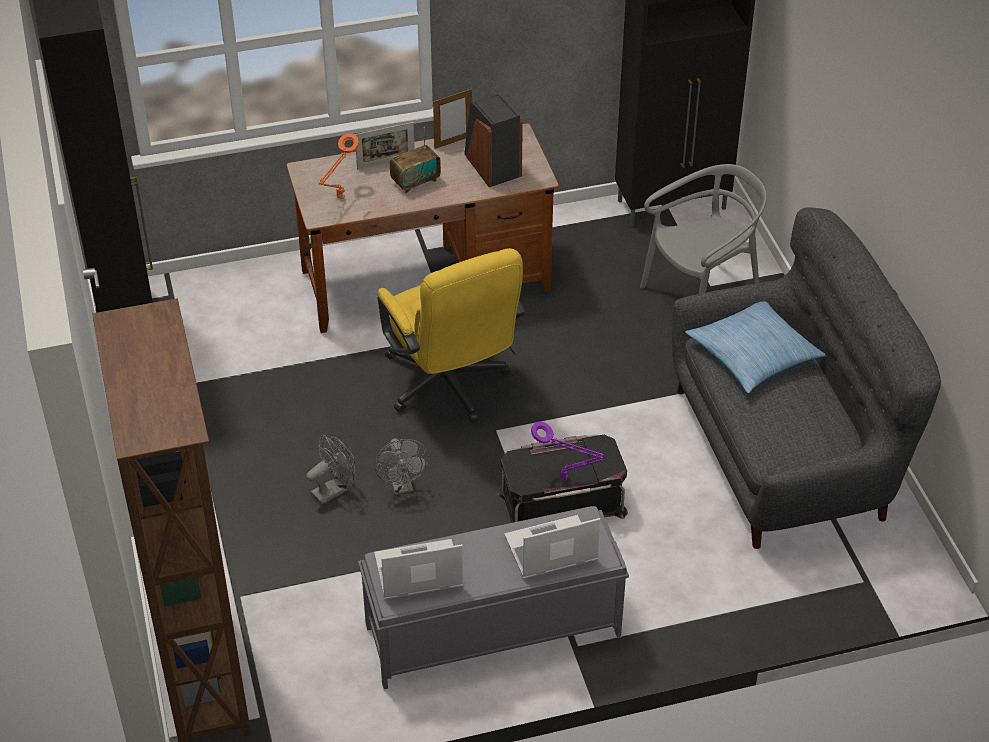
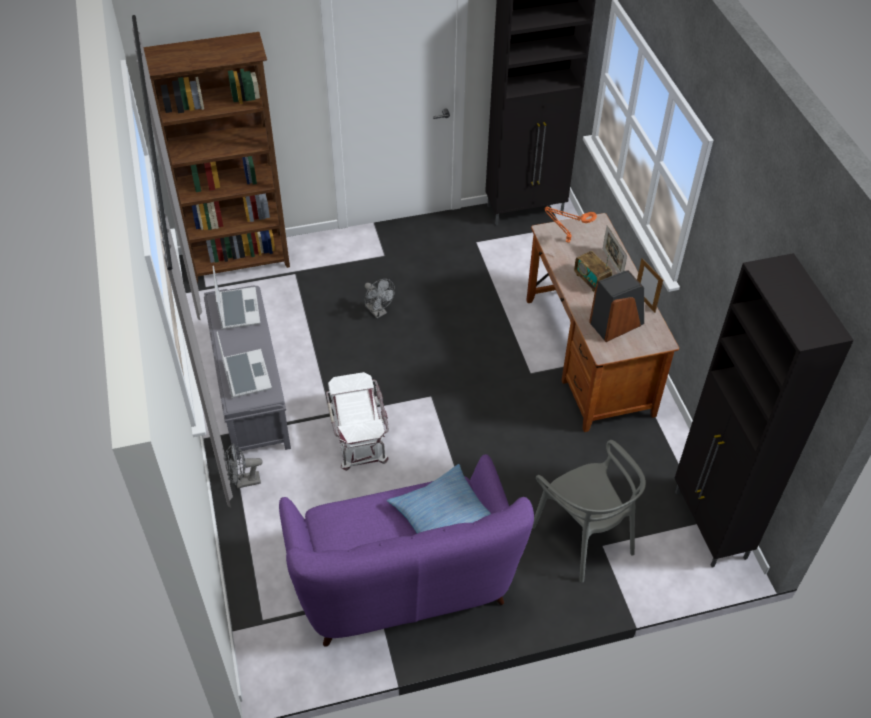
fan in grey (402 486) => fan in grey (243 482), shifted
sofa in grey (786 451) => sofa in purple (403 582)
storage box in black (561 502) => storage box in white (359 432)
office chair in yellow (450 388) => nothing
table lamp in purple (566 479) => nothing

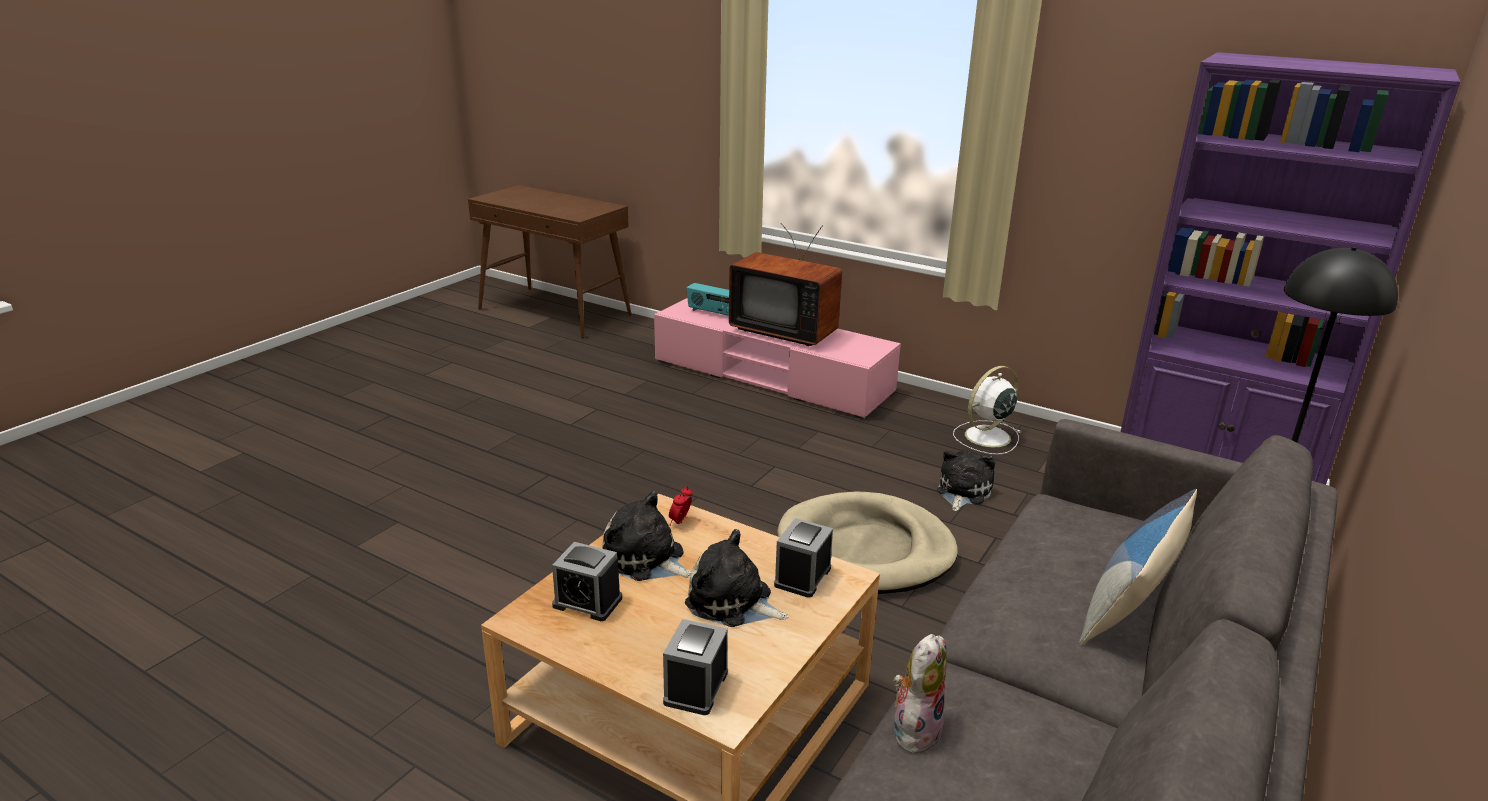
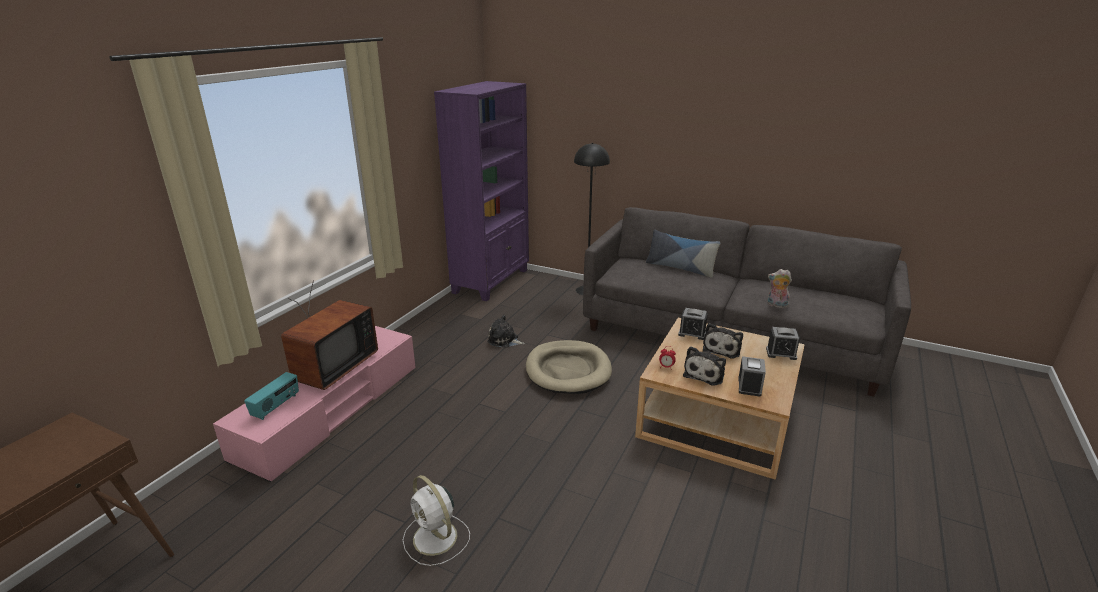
fan in white (986 437) => fan in white (436 539), shifted

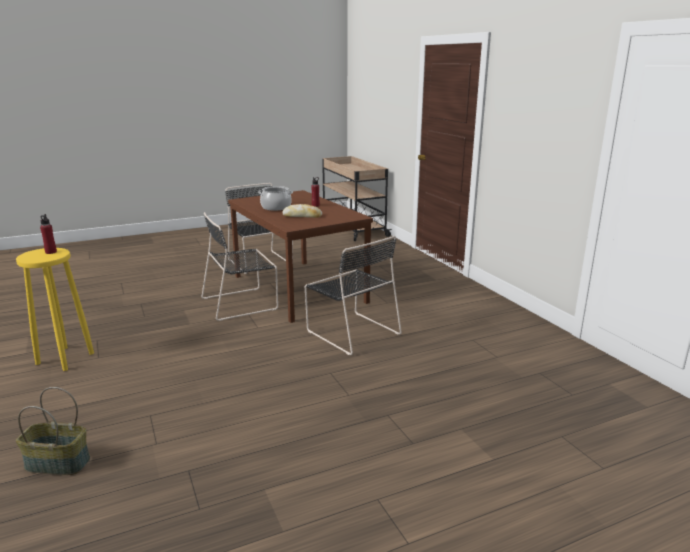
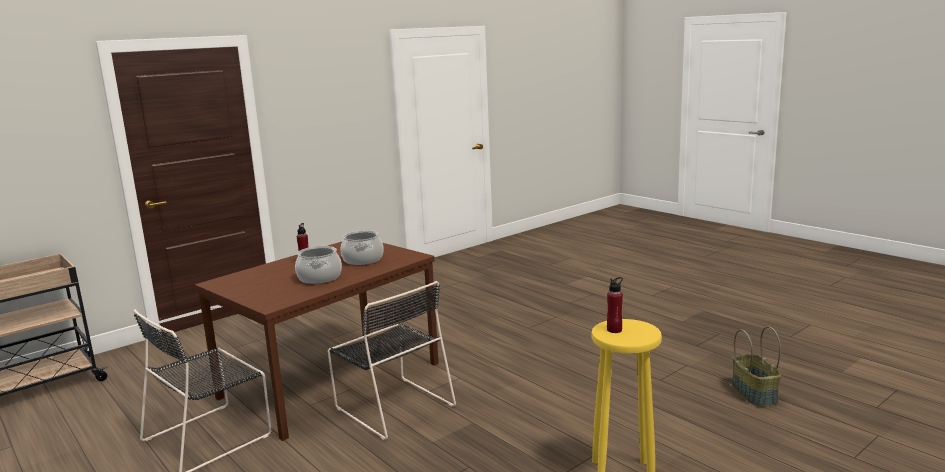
bread (302 216) => cooking pot (362 260)
chair in black (351 331) => nothing

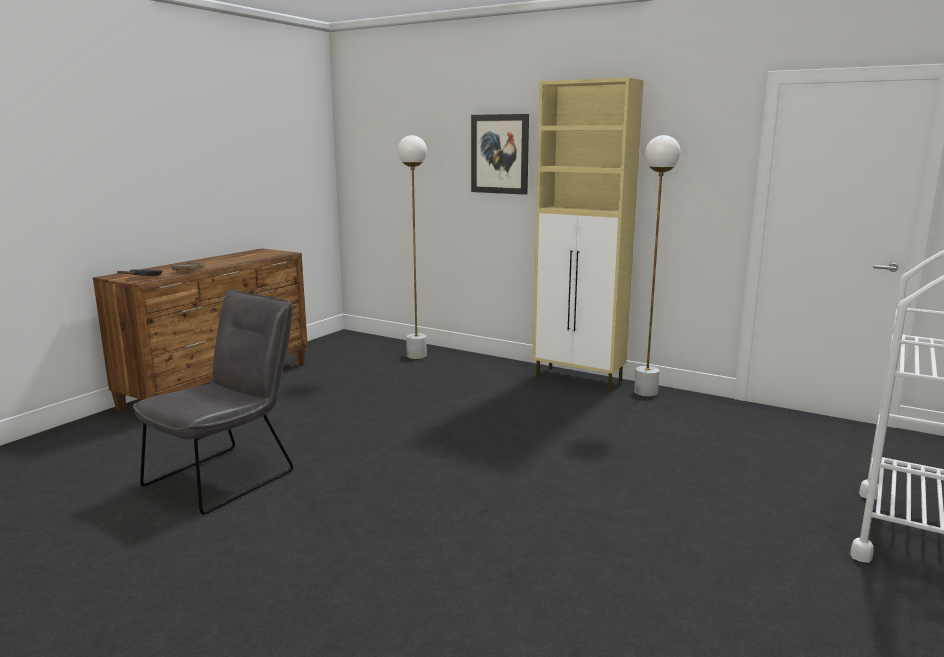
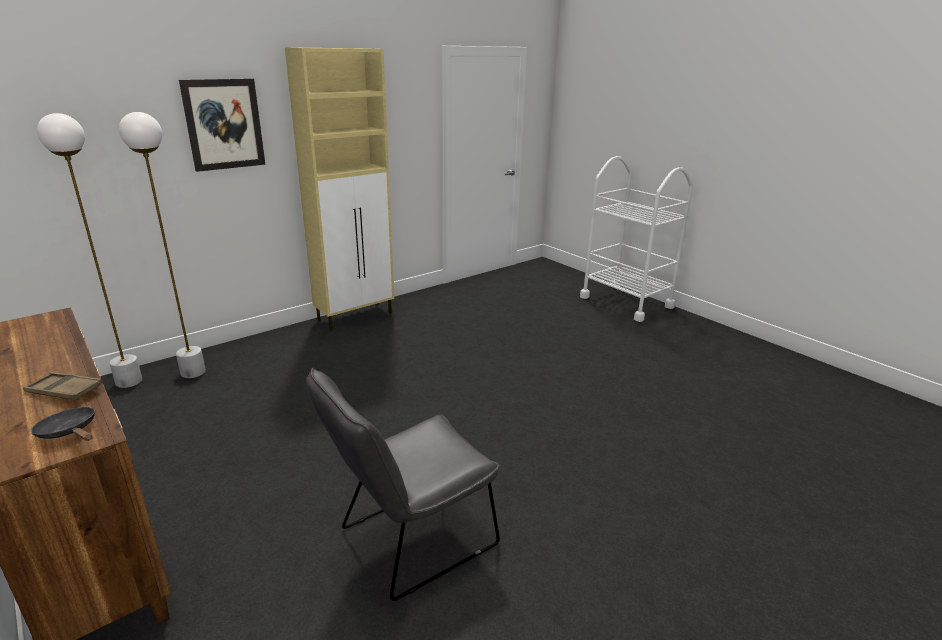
floor lamp in white (646 392) => floor lamp in white (129 381), shifted
chair in grey (228 475) => chair in grey (409 541), 90 degrees counterclockwise

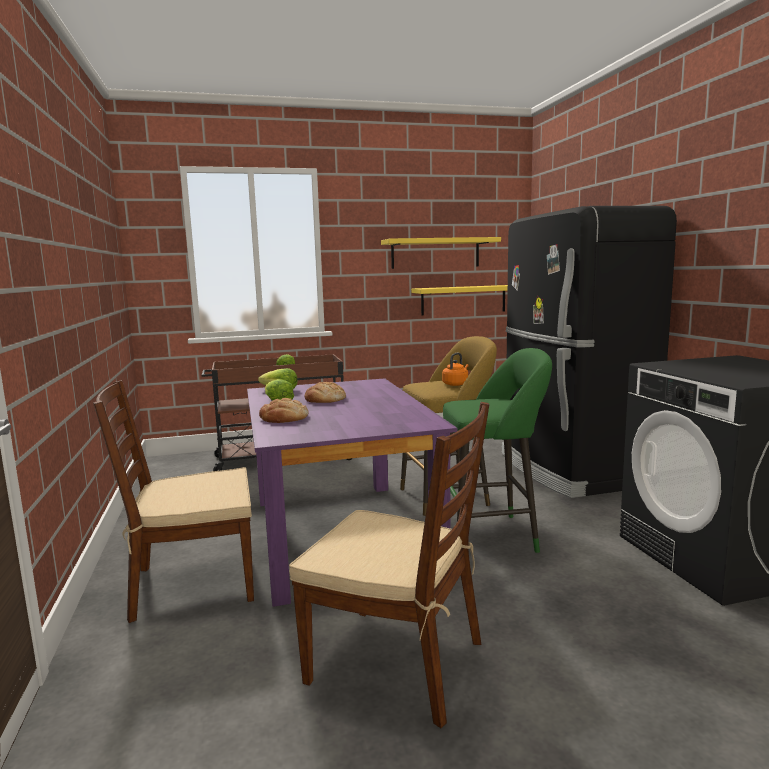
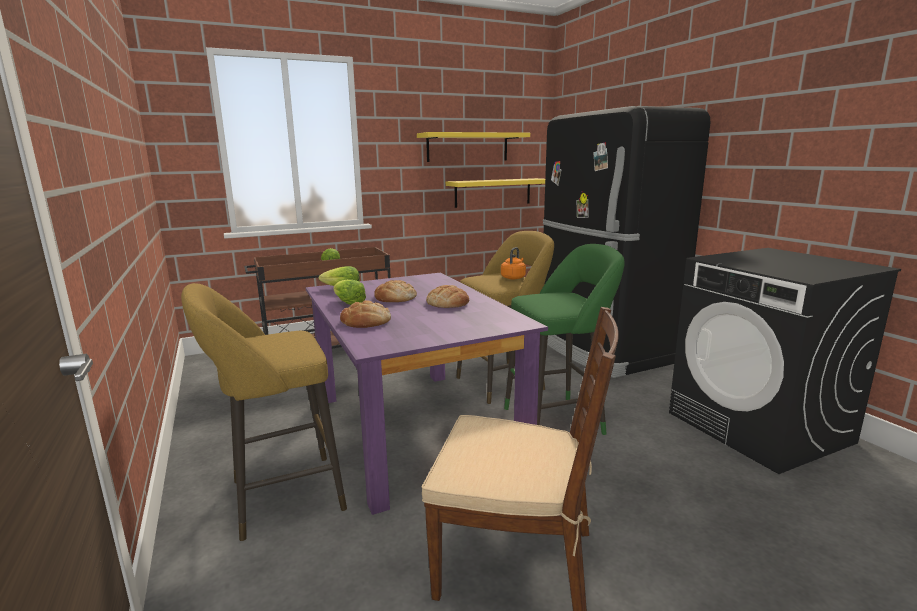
chair in brown (193 584) => stool in yellow (279 497)
nothing => bread (448 303)

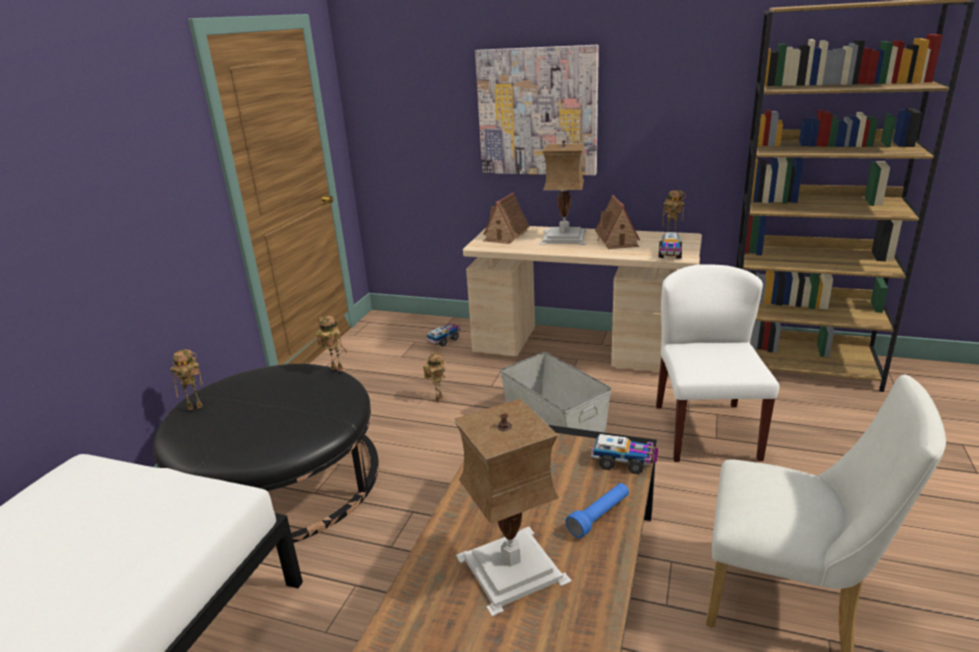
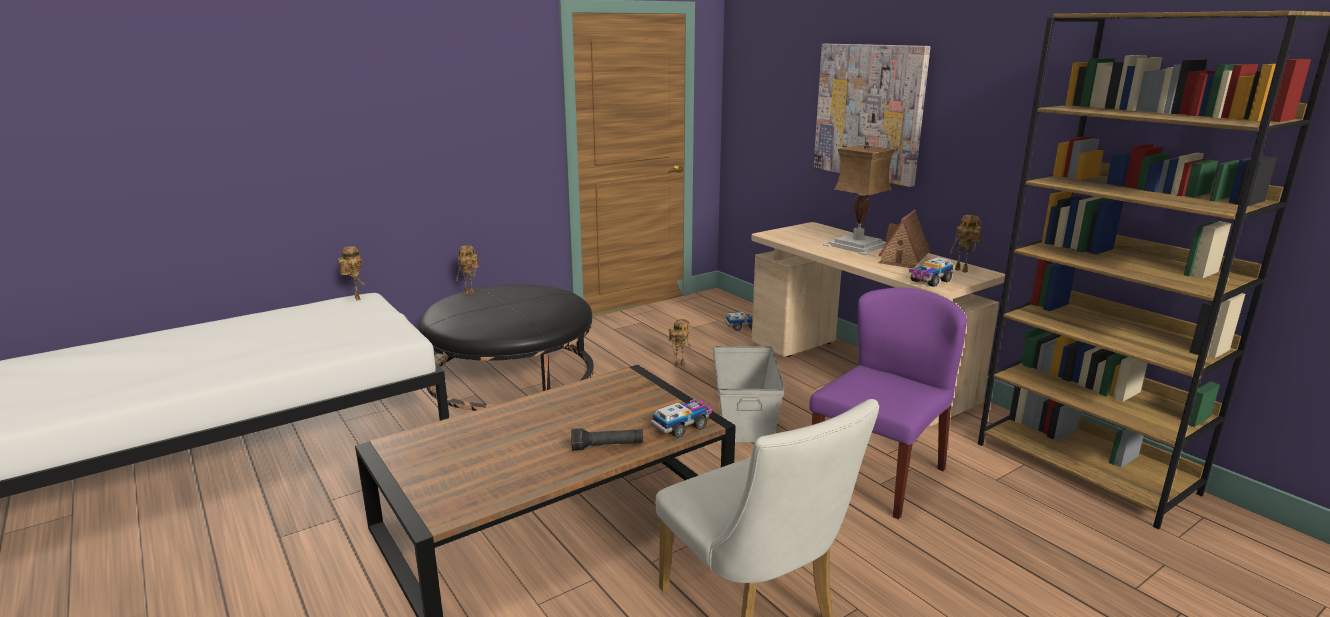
toy robot (335 370) => toy robot (356 298), shifted
flashlight in blue (599 516) => flashlight in black (607 447)
toy truck (624 462) => toy truck (682 427), 90 degrees counterclockwise
chair in white (705 431) => chair in purple (878 475)
table lamp (509 567) => nothing
toy house (505 235) => nothing

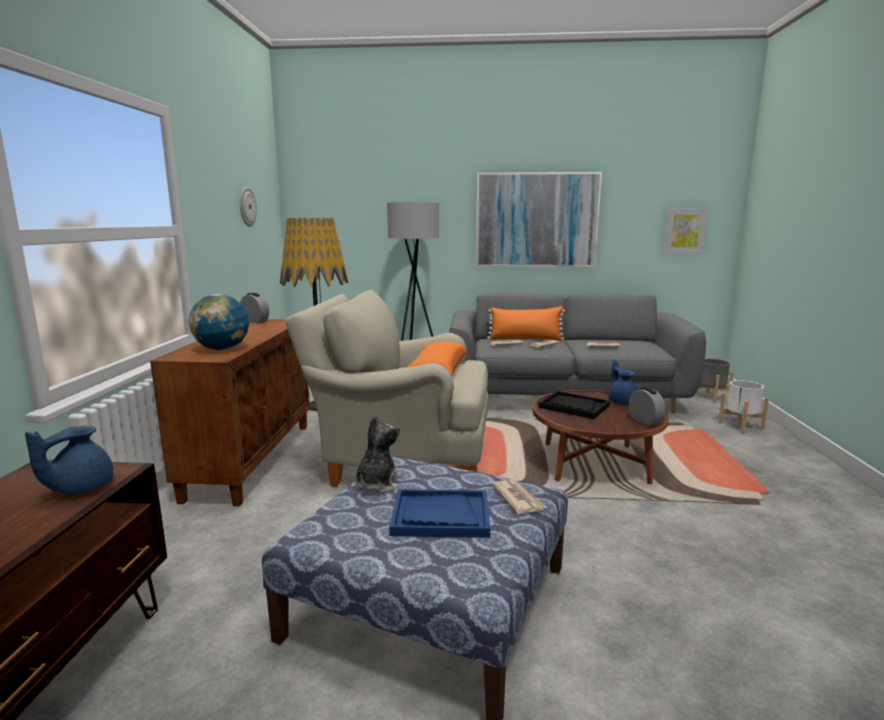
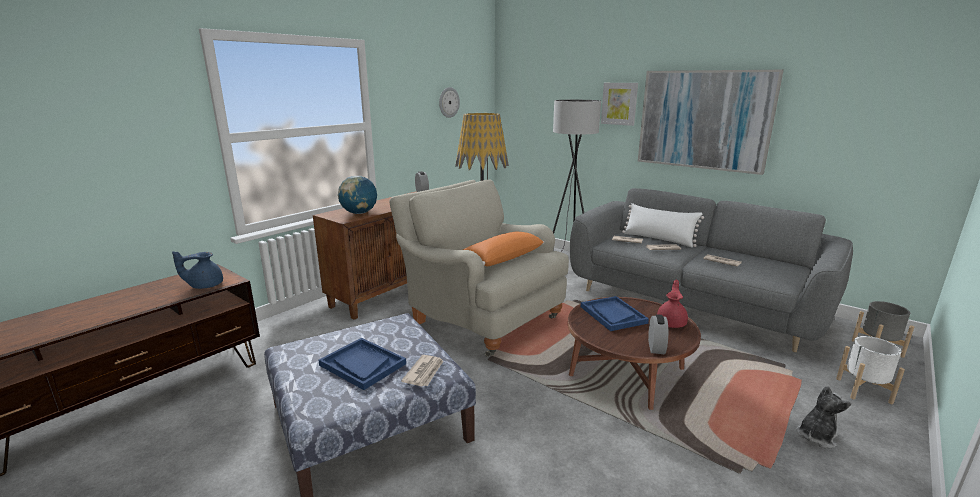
tray in black (573 406) => tray in blue (612 315)
picture (684 230) => picture (619 103), shifted
pillow in orange (525 339) => pillow in white (658 239)
teapot in blue (622 401) => teapot in red (671 323)
plush toy (376 484) => plush toy (816 436), shifted

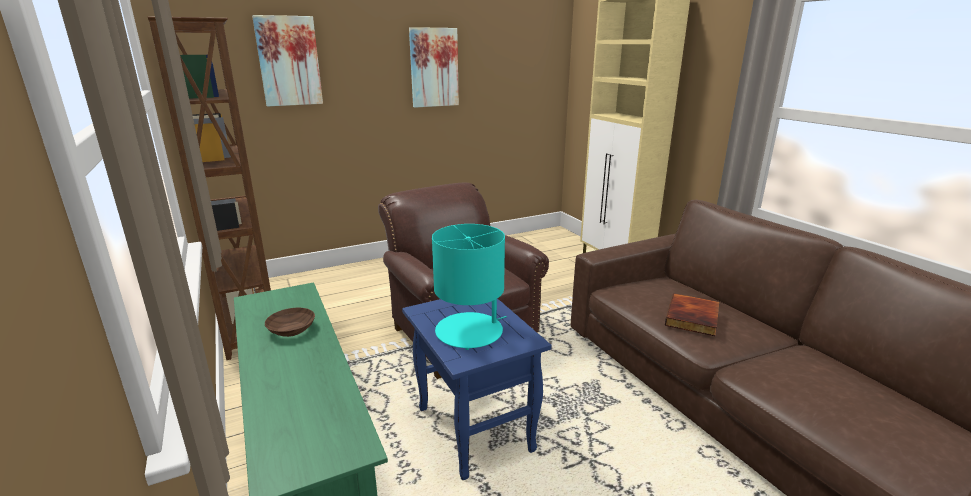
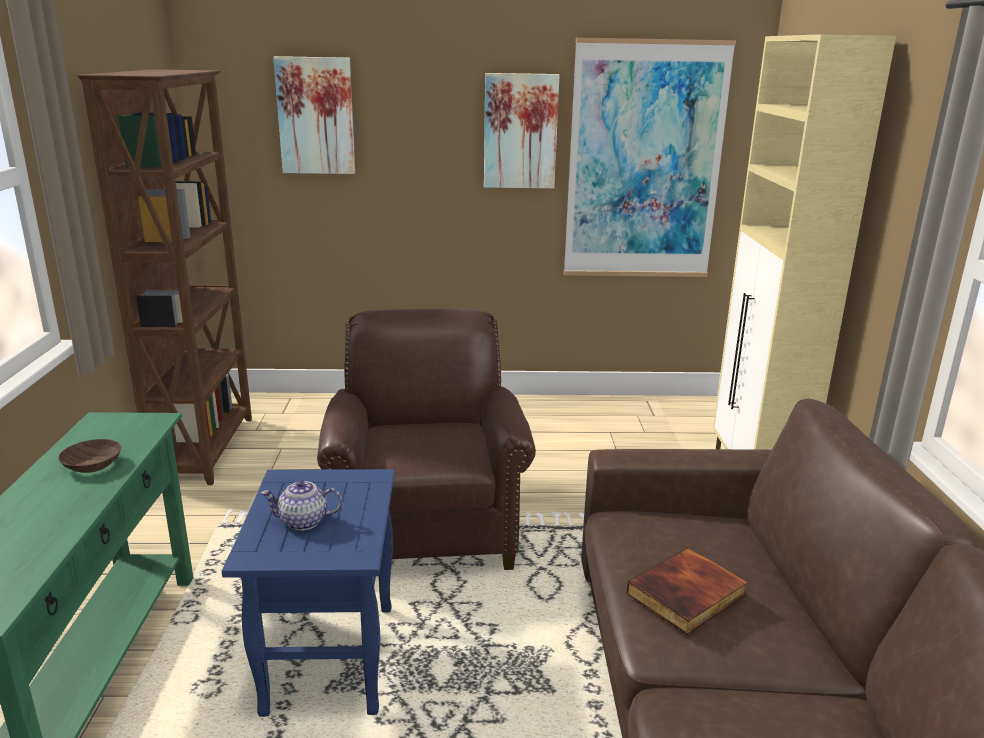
table lamp in turquoise (470 331) => teapot (304 522)
nothing => picture (644 163)

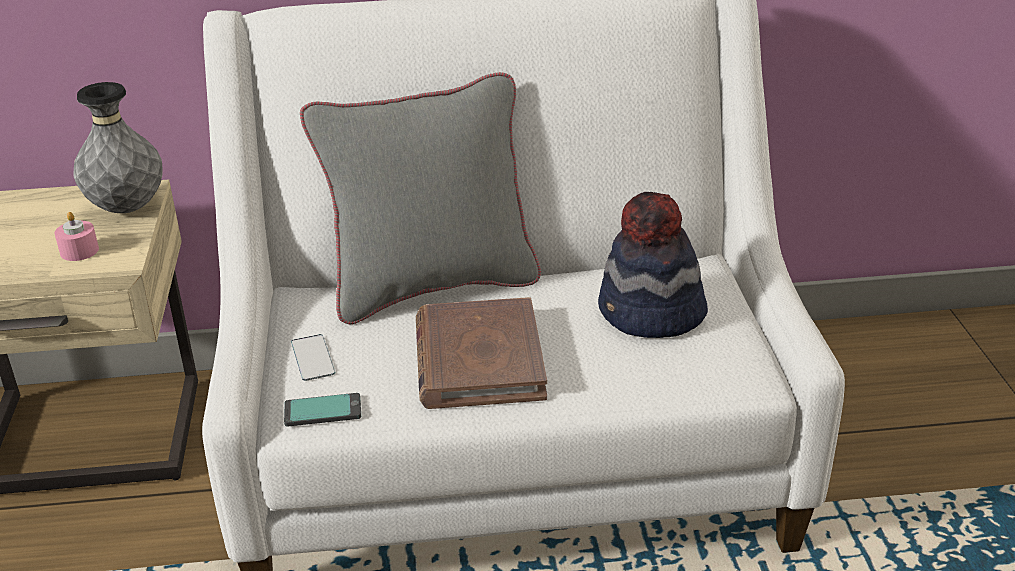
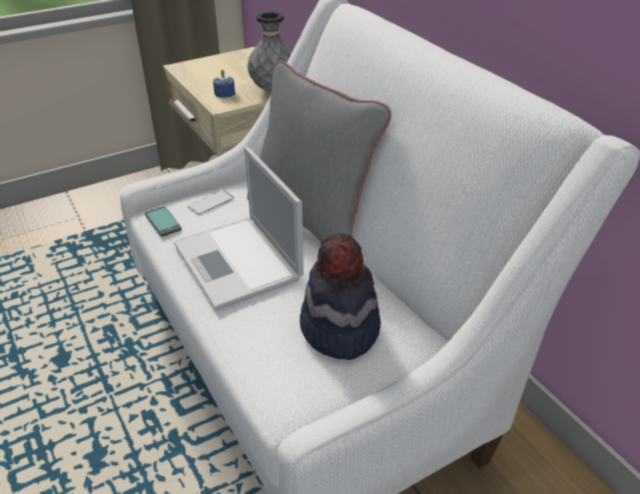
book in brown (478 360) => laptop (238 263)
candle in pink (79 251) => candle in blue (224 93)

